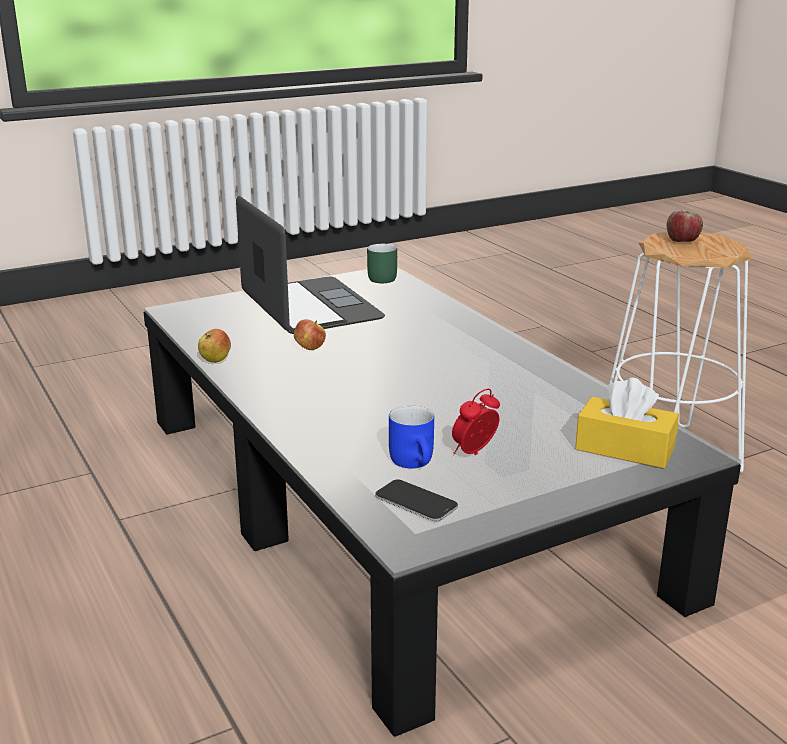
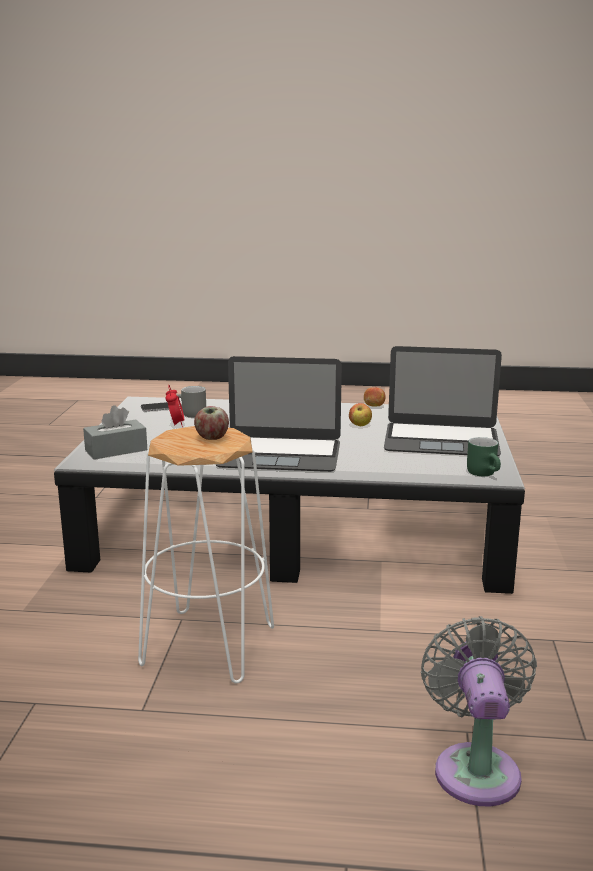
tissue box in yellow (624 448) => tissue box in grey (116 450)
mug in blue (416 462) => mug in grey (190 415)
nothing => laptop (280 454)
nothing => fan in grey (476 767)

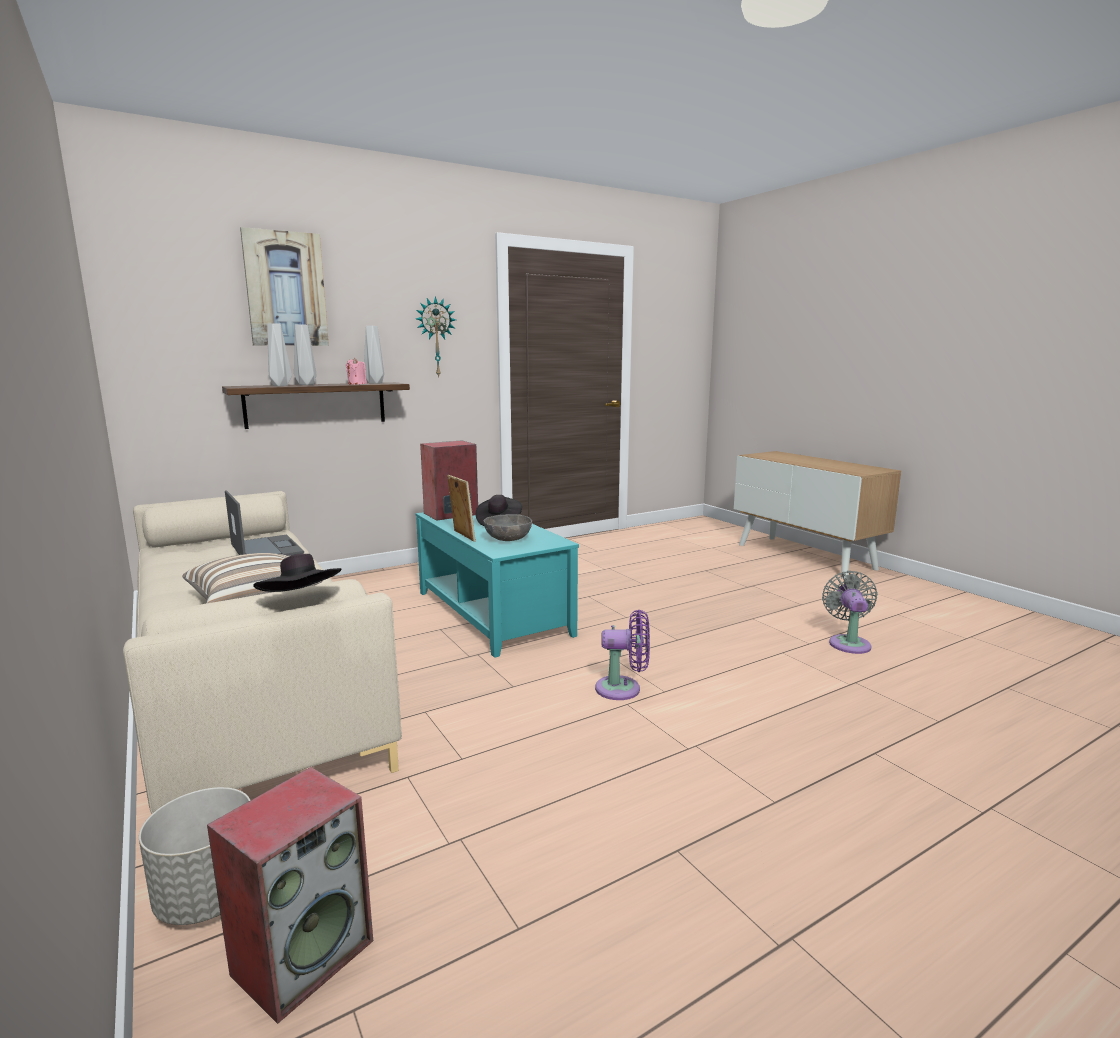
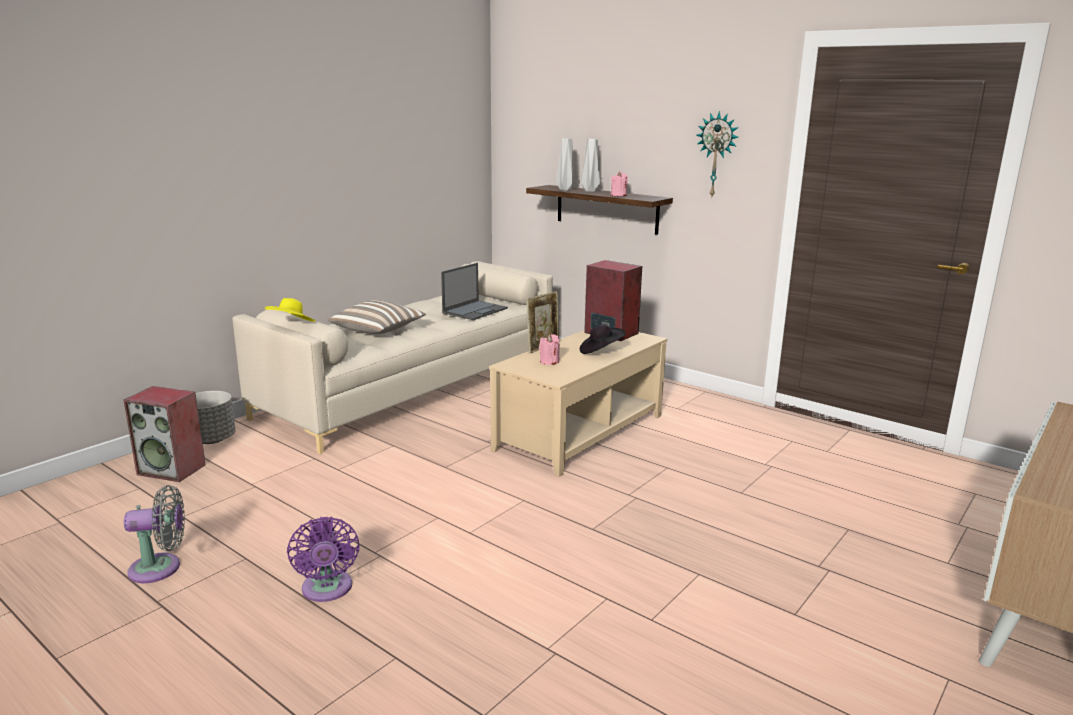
fan in grey (848 643) => fan in grey (160 568), shifted
hat in black (302 600) => hat in yellow (291 325)
fan in purple (623 689) => fan in purple (327 590), shifted
coffee table in turquoise (491 613) => coffee table in beige (580 432)
bowl in grey (507 539) => candle in pink (549 362)
picture (285 289) => nothing
vase in grey (376 383) => nothing

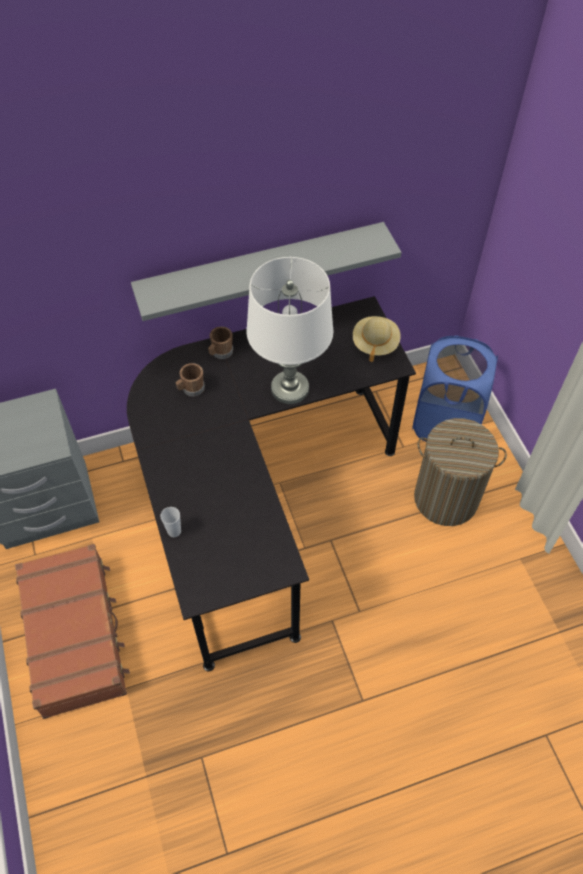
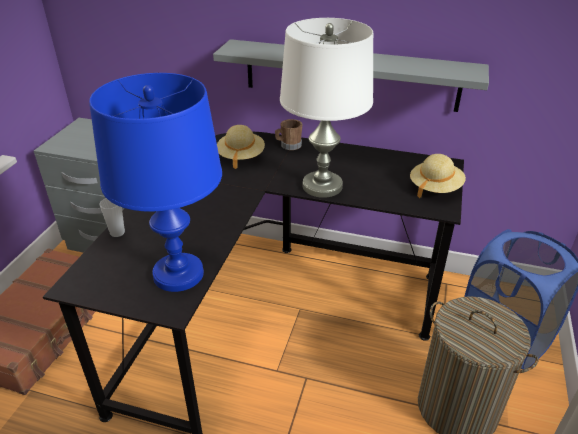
nothing => table lamp in blue (178 274)
mug in brown (191 389) => hat in beige (241 156)

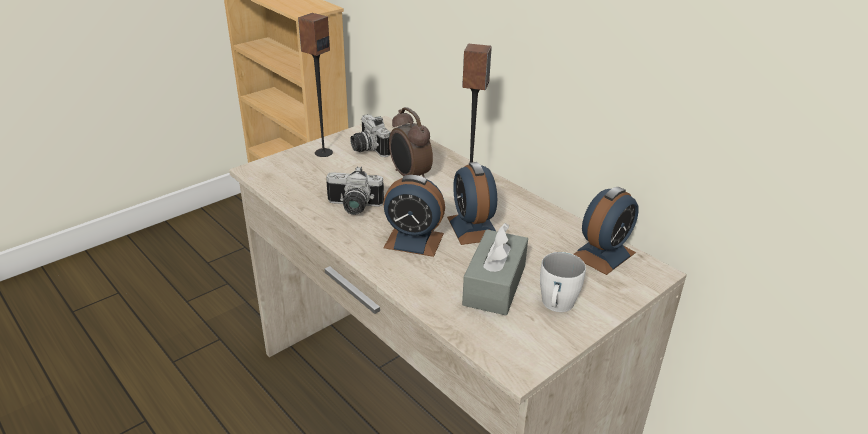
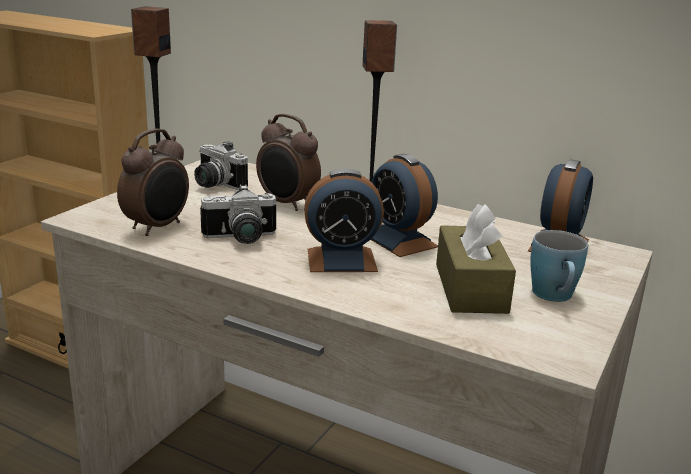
nothing => alarm clock (158 227)
tissue box in grey (494 285) => tissue box in brown (470 288)
mug in white (556 307) => mug in blue (555 297)

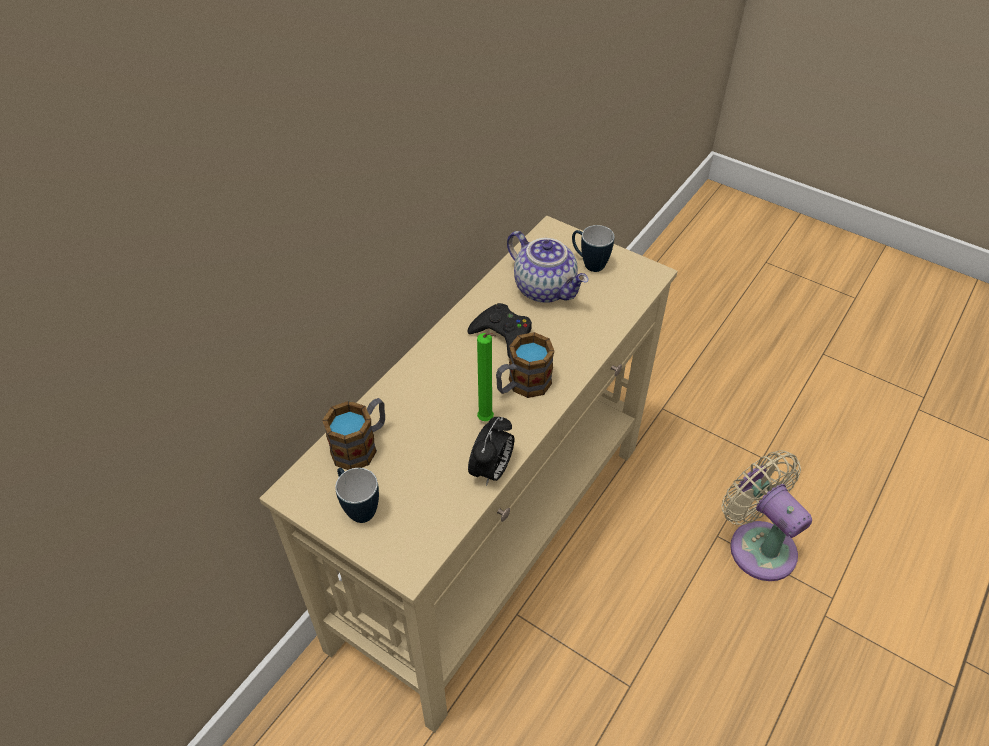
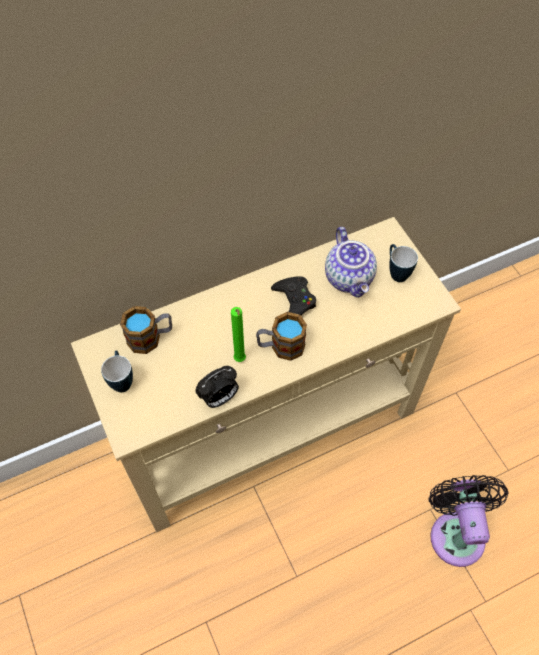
fan in beige (757 545) => fan in black (456 532)

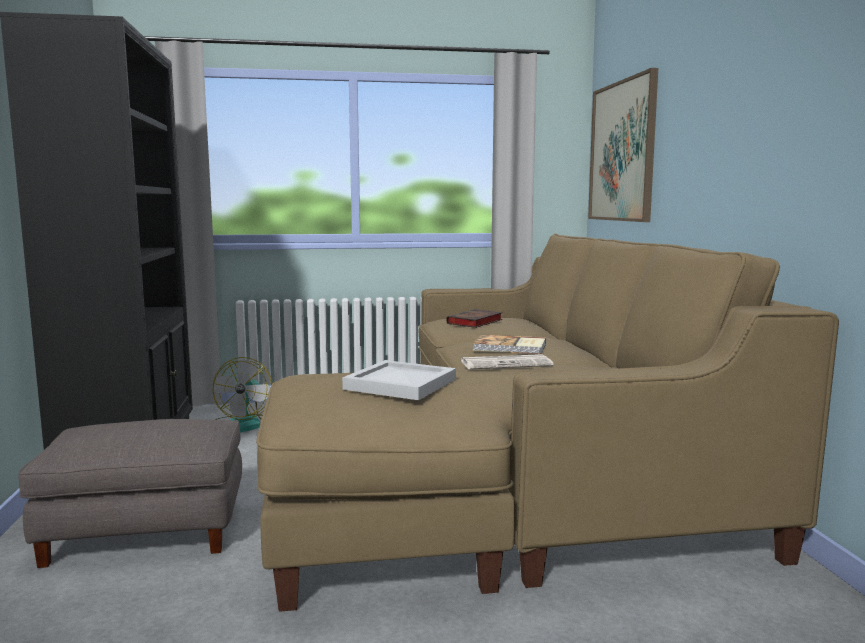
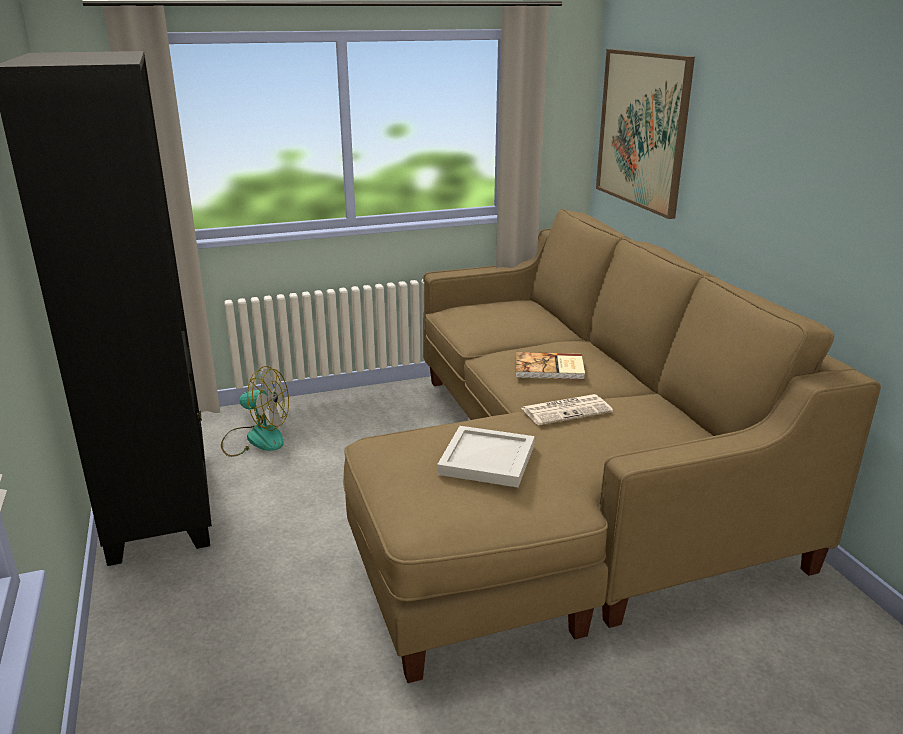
fan (243 424) => fan (256 438), 75 degrees counterclockwise
ottoman in grey (144 531) => nothing
book (474 322) => nothing

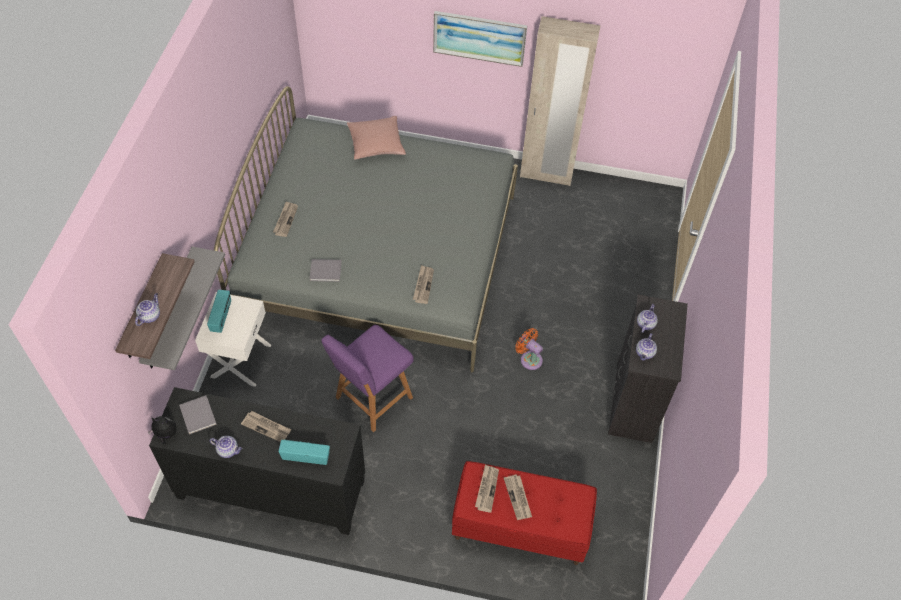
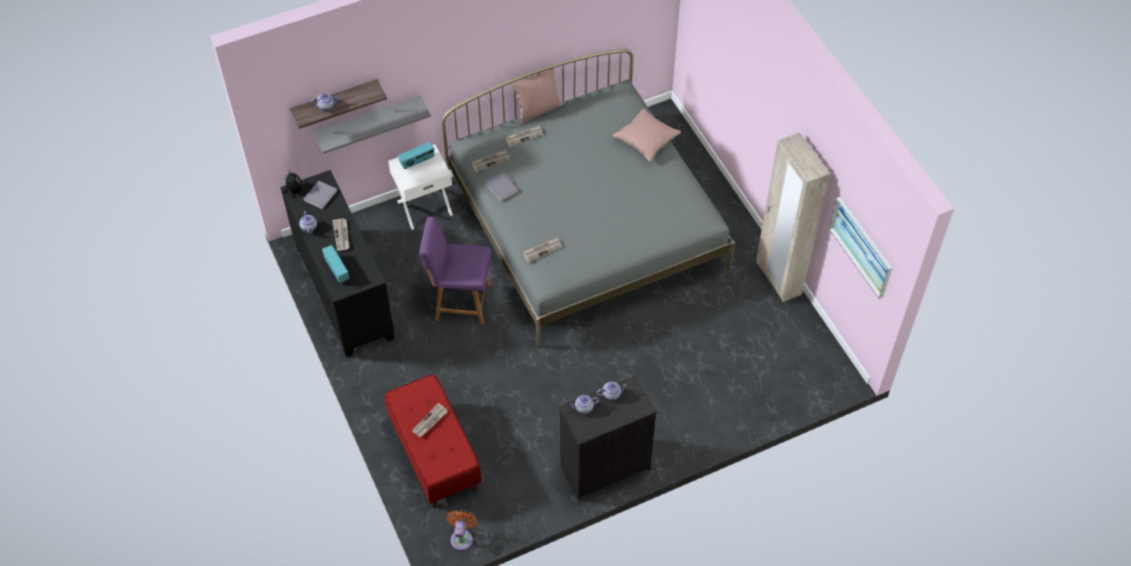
fan in orange (529 358) => fan in orange (462 537), shifted
newspaper (486 489) => newspaper (490 161), shifted
nothing => pillow in pink (538 110)
picture (479 37) => picture (861 247), shifted

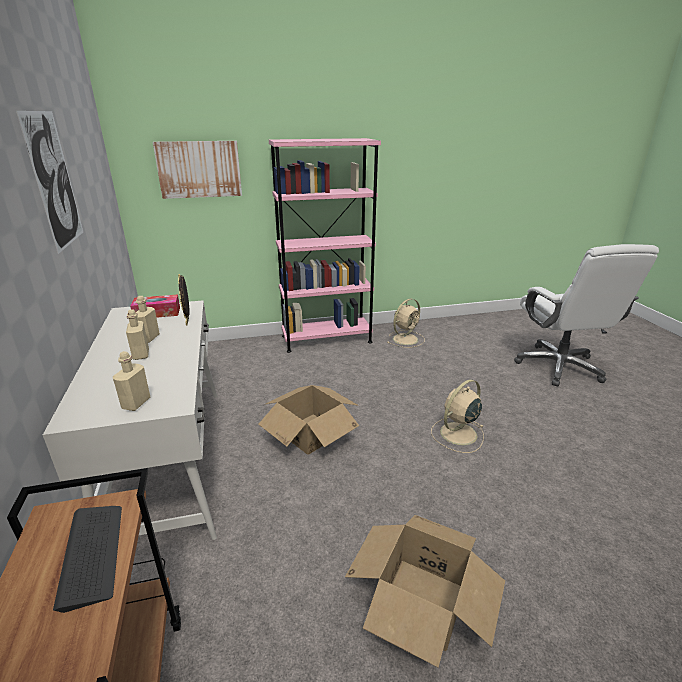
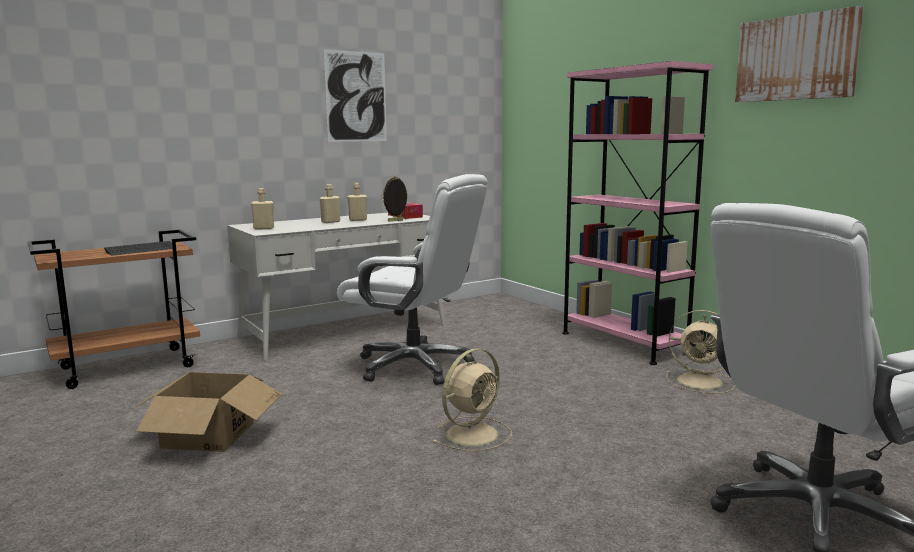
cardboard box (311 433) => office chair in white (415 366)
fan in beige (457 434) => fan in beige (473 433), 105 degrees clockwise
picture (199 169) => picture (796 58), shifted

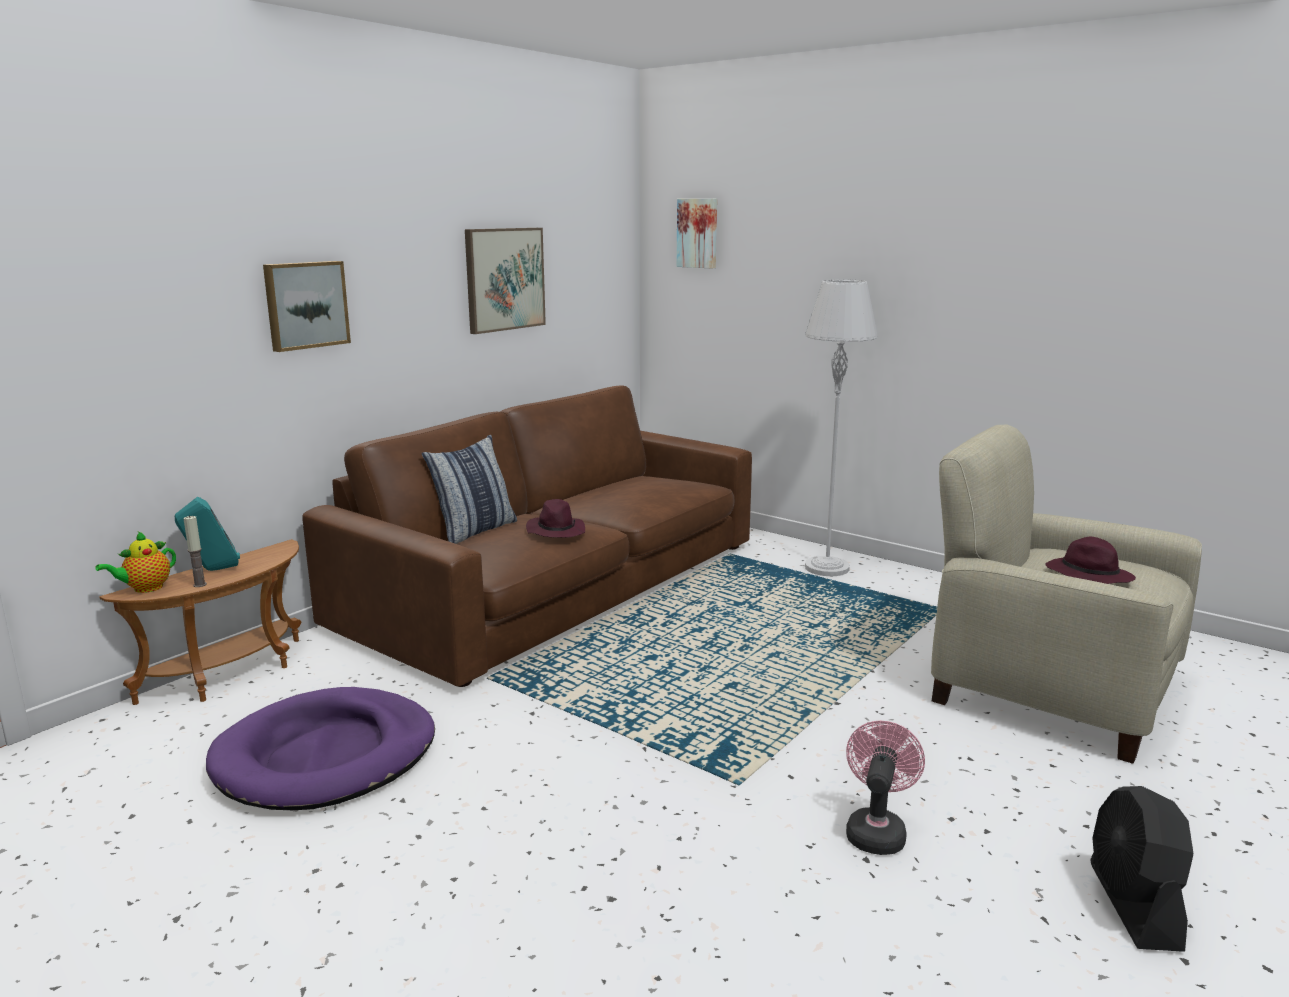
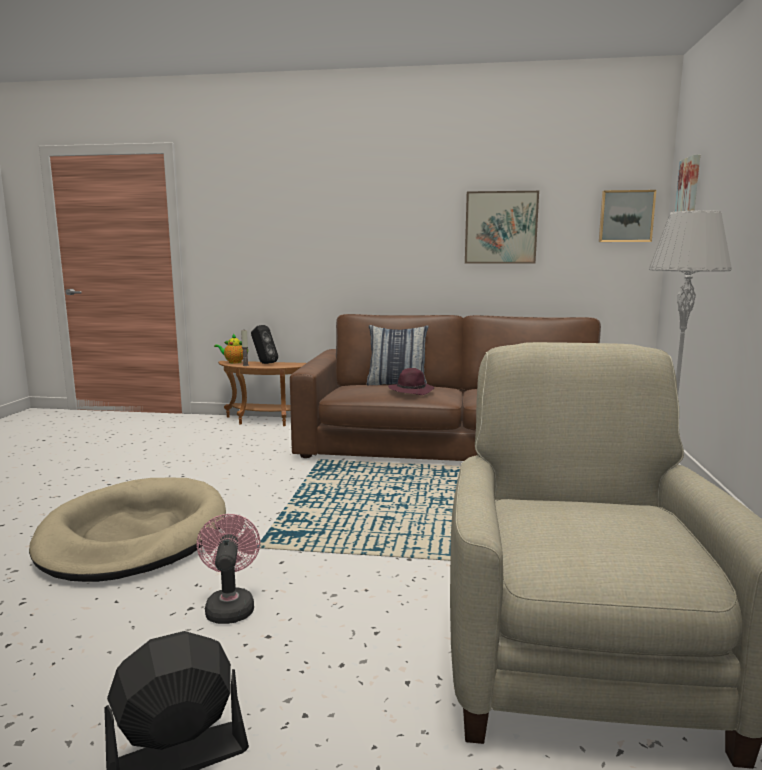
nothing => dog bed in beige (134 535)
fan in pink (876 830) => fan in pink (230 606), 90 degrees counterclockwise
speaker in turquoise (212 570) => speaker in black (263 363)
picture (305 305) => picture (626 216), shifted
dog bed in purple (326 756) => nothing
hat in purple (1087 576) => nothing

